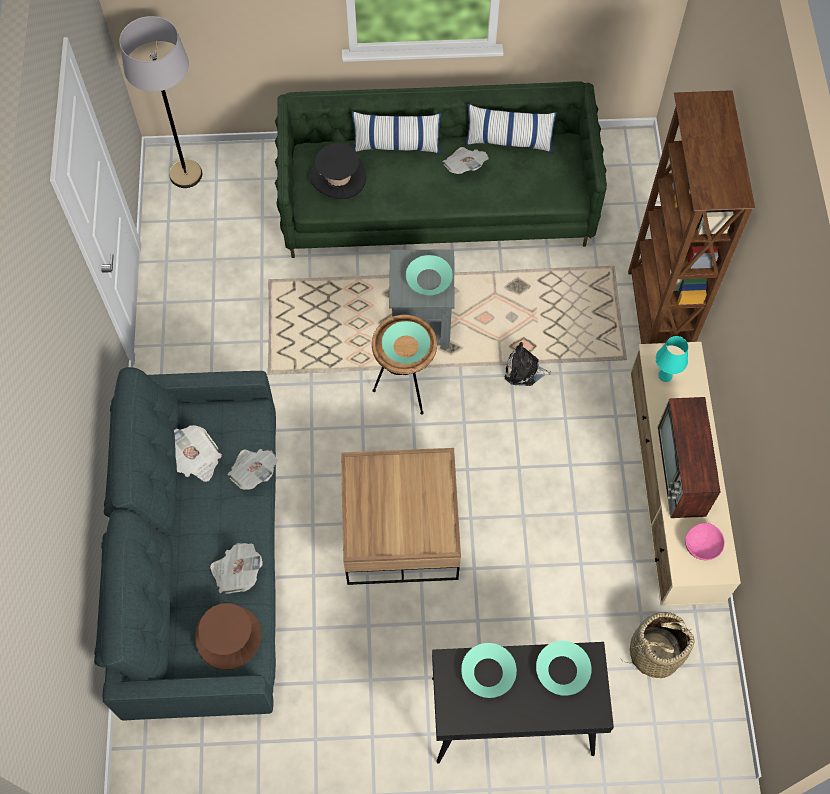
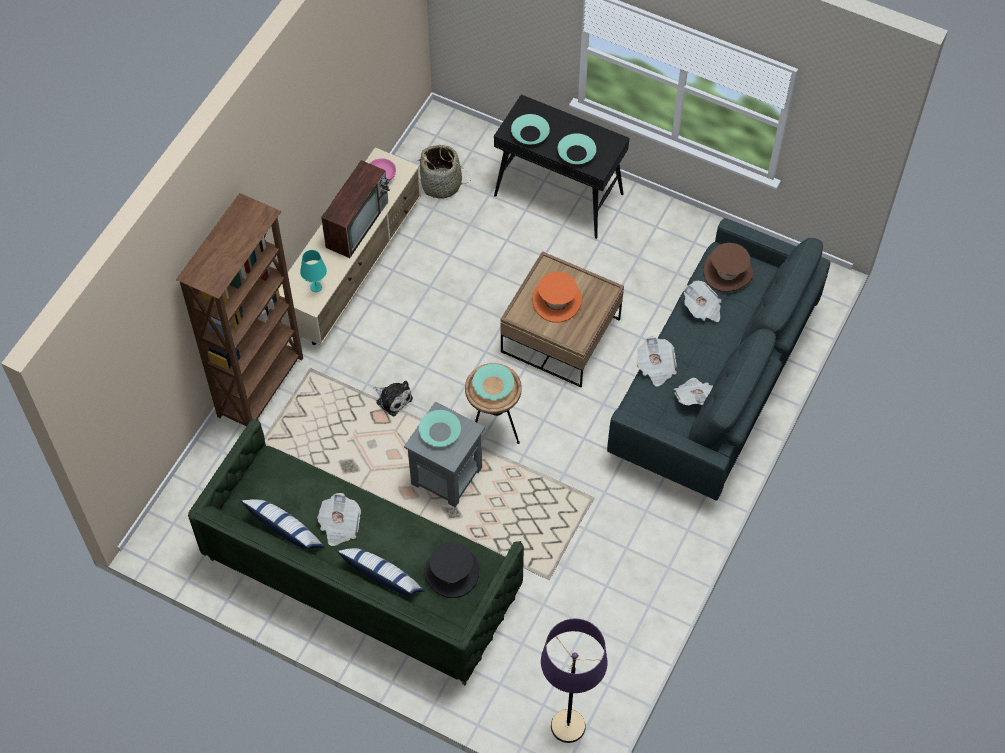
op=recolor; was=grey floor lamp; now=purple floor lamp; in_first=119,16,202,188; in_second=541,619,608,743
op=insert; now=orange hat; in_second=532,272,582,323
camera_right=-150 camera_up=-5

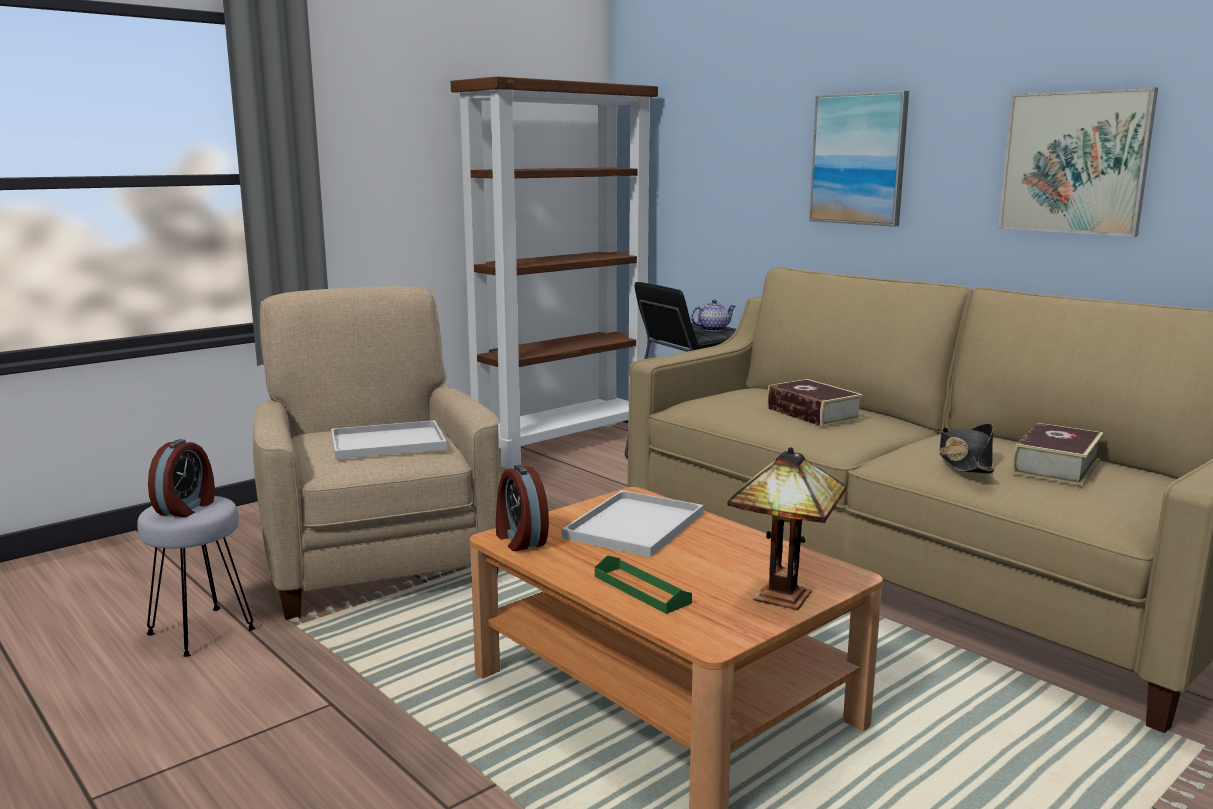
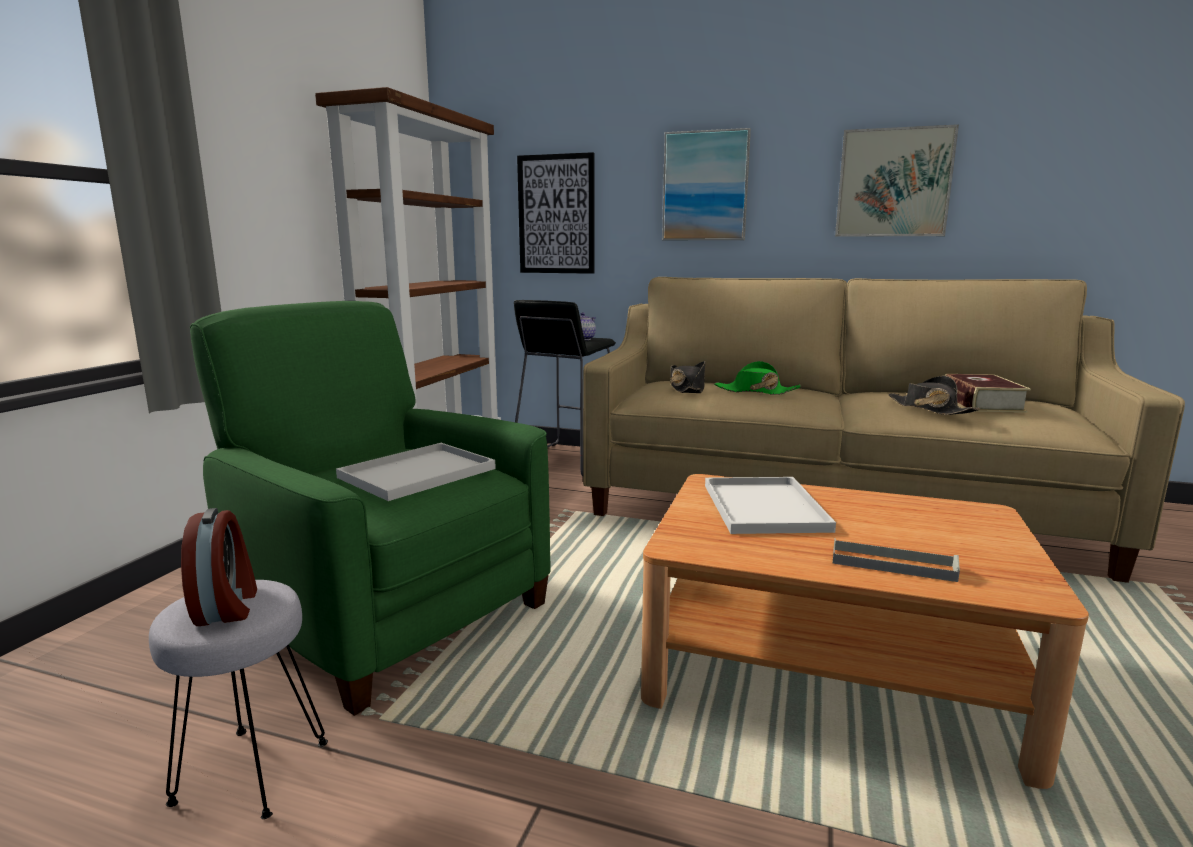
op=recolor; was=beige armchair; now=green armchair; in_first=253,286,499,620; in_second=190,301,551,716
op=replace; was=book; now=green hat; in_first=767,379,863,427; in_second=714,361,802,395
op=delete; was=table lamp; in_first=727,447,846,610
op=delete; was=alarm clock; in_first=496,465,549,551
op=recolor; was=green tray; now=grey tray; in_first=595,555,692,614; in_second=832,538,960,582
op=insert; now=picture; in_second=517,152,595,274
op=insert; now=black hat; in_second=670,361,705,393
camera_right=-30 camera_up=0

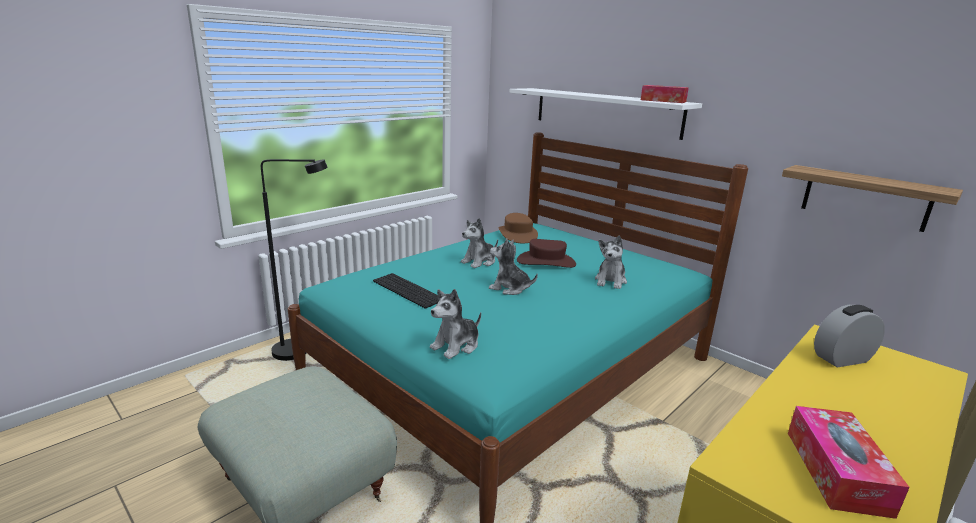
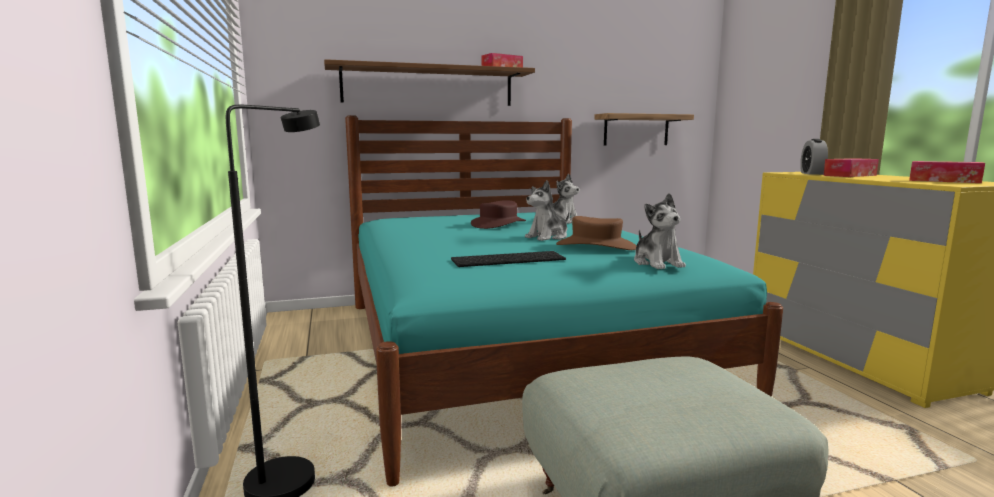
op=recolor; was=white shelf; now=brown shelf; in_first=509,88,702,140; in_second=324,59,535,106
op=move; was=brown hat; in_first=498,213,538,243; in_second=556,216,636,250
op=delete; was=plush toy; in_first=461,218,498,268
op=insert; now=tissue box; in_second=823,158,879,177
camera_right=-60 camera_up=-10

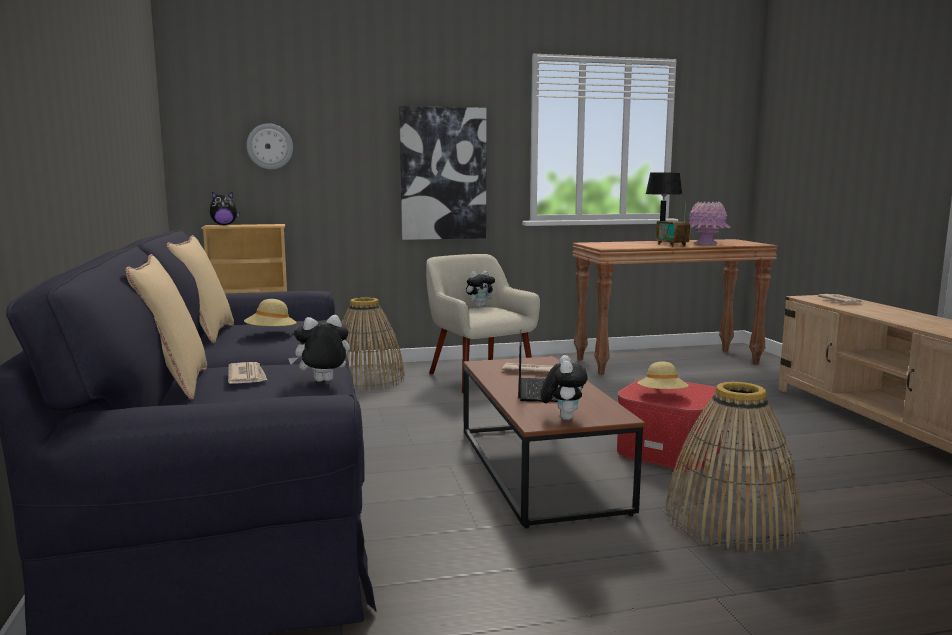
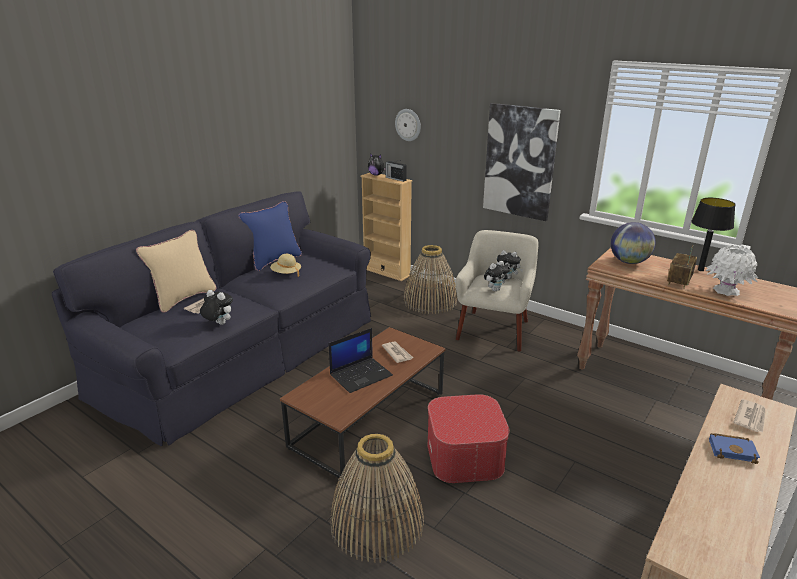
op=recolor; was=pink vase; now=white vase; in_first=689,201,730,245; in_second=706,245,758,296
op=recolor; was=beige pillow; now=blue pillow; in_first=167,235,234,344; in_second=238,201,302,271
op=move; was=plush toy; in_first=541,355,588,420; in_second=484,261,510,291
op=delete; was=beige hat; in_first=638,362,689,389
op=insert; now=radio; in_second=385,160,407,182
op=insert; now=globe; in_second=611,222,656,264
op=insert; now=blue book; in_second=709,433,760,464
camera_right=50 camera_up=15

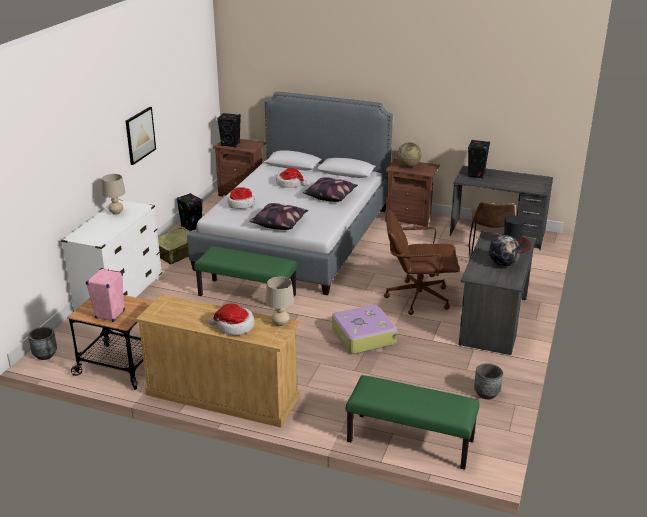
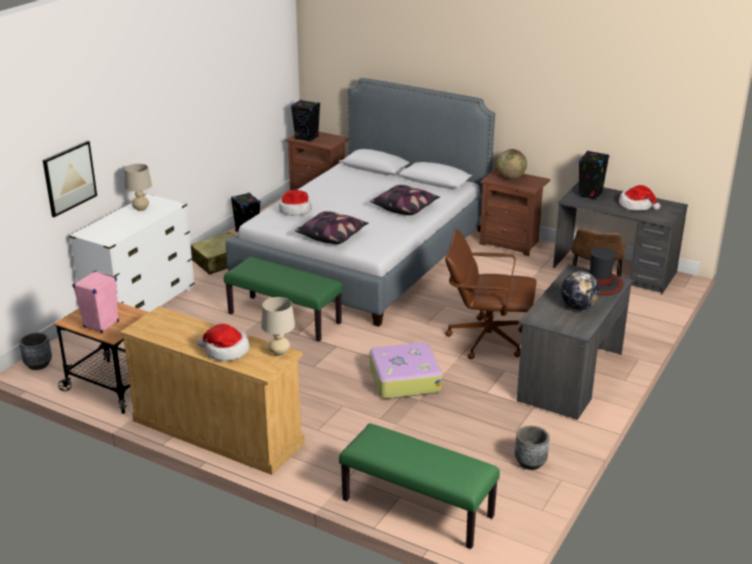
op=move; was=picture; in_first=126,107,156,165; in_second=43,141,97,217
op=move; was=hat; in_first=276,168,307,188; in_second=619,185,661,211
camera_right=10 camera_up=0

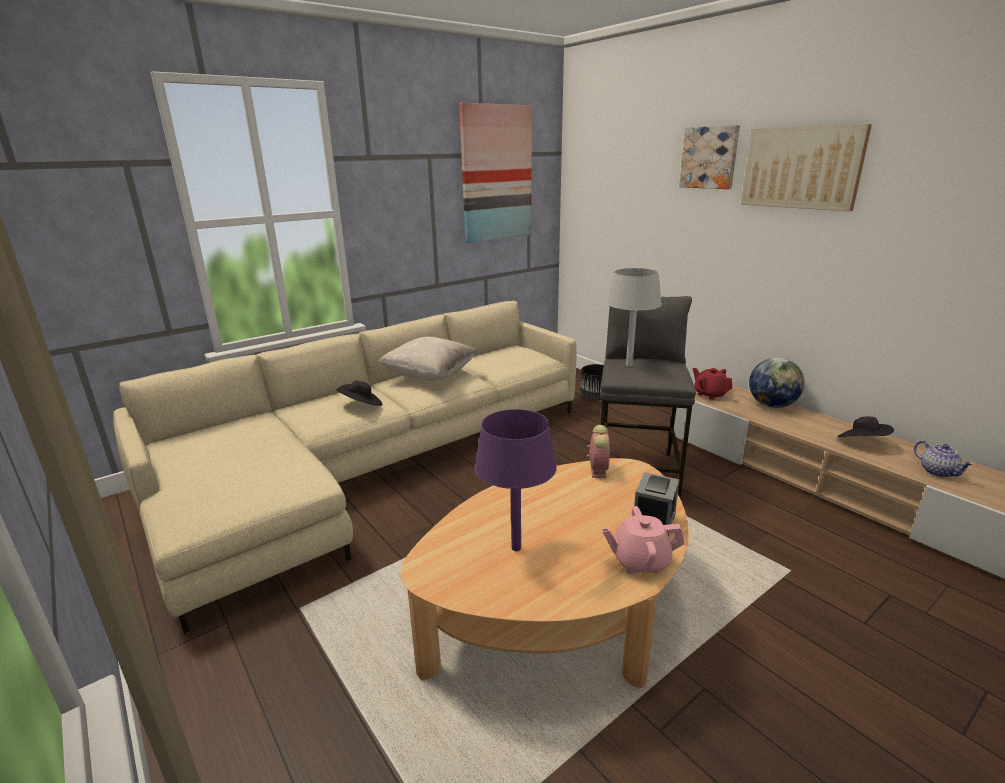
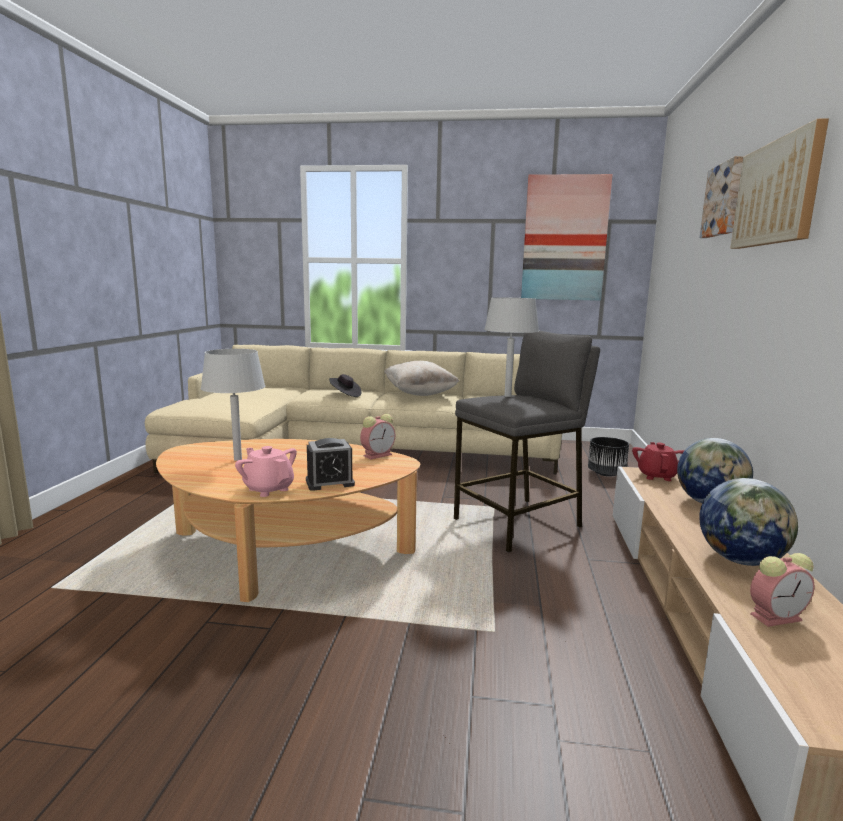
op=recolor; was=purple table lamp; now=grey table lamp; in_first=475,409,557,551; in_second=201,349,265,461
op=replace; was=black hat; now=globe; in_first=838,417,894,437; in_second=699,478,798,566
op=replace; was=teapot; now=alarm clock; in_first=914,441,974,477; in_second=750,553,814,627
camera_right=45 camera_up=-10

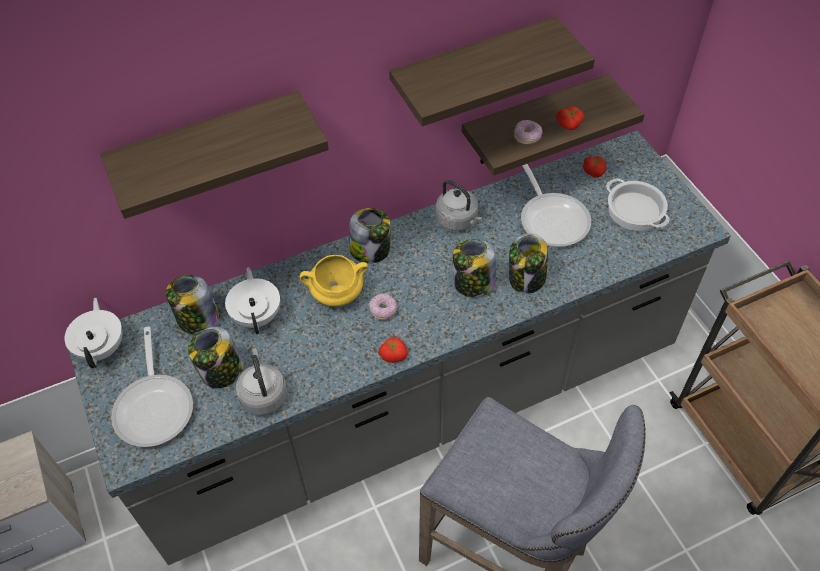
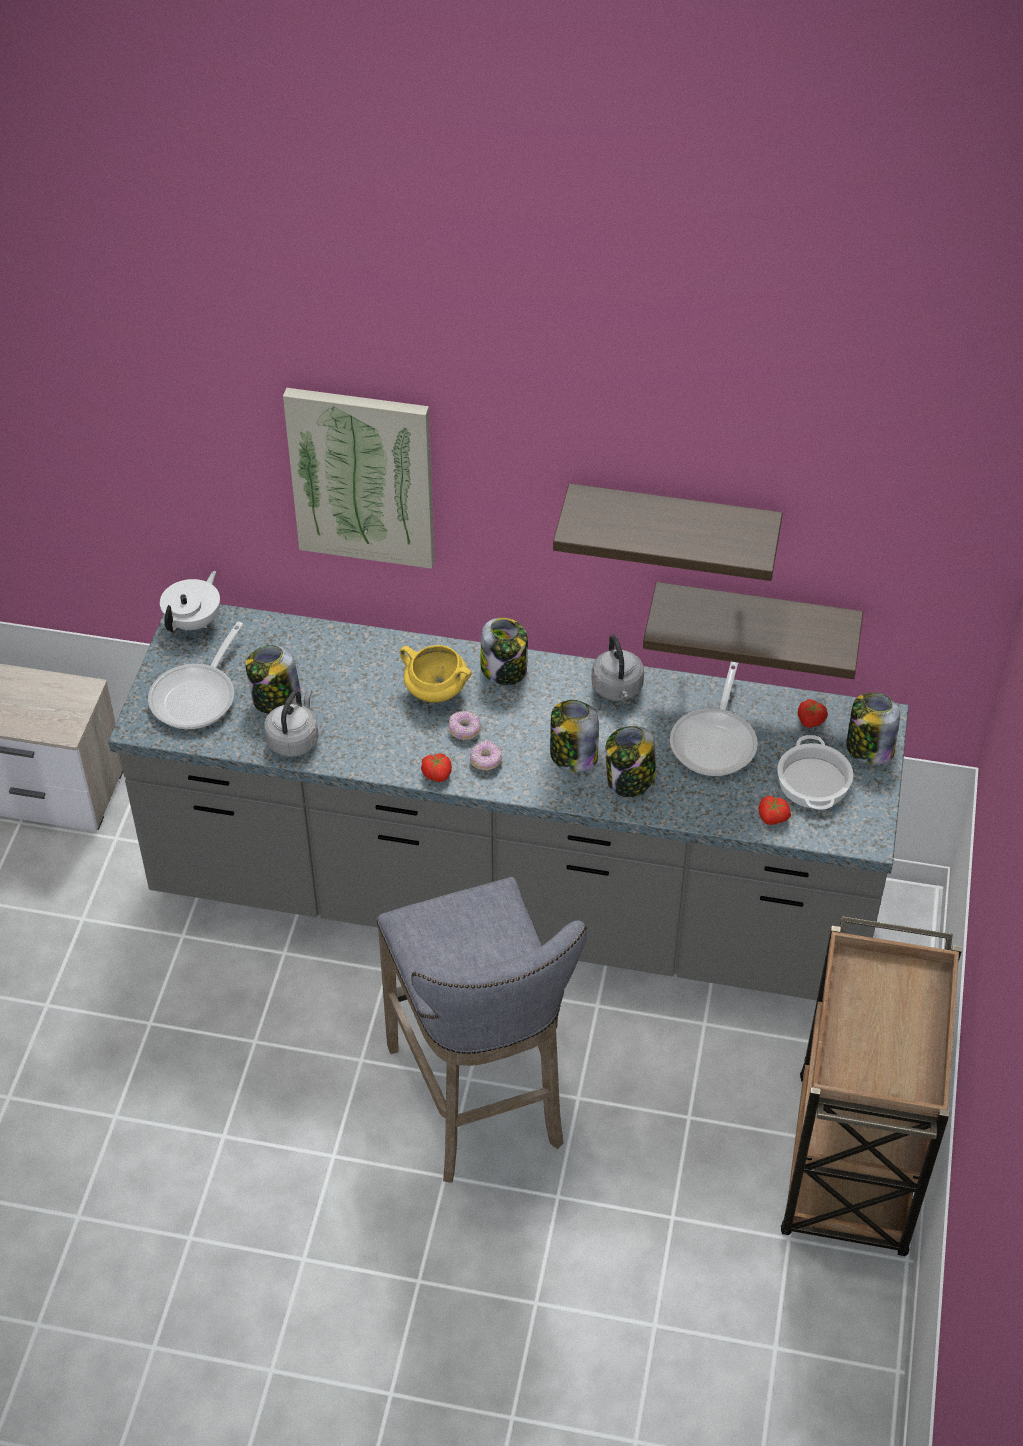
op=replace; was=shelf; now=picture; in_first=100,91,329,219; in_second=283,388,435,569
op=move; was=tomato; in_first=556,106,584,130; in_second=758,796,791,825
op=move; was=donut; in_first=514,120,542,144; in_second=470,740,502,770
op=delete; was=white teapot; in_first=225,267,280,334
op=move; was=jar; in_first=166,275,220,334; in_second=846,693,900,765
camera_right=35 camera_up=-5

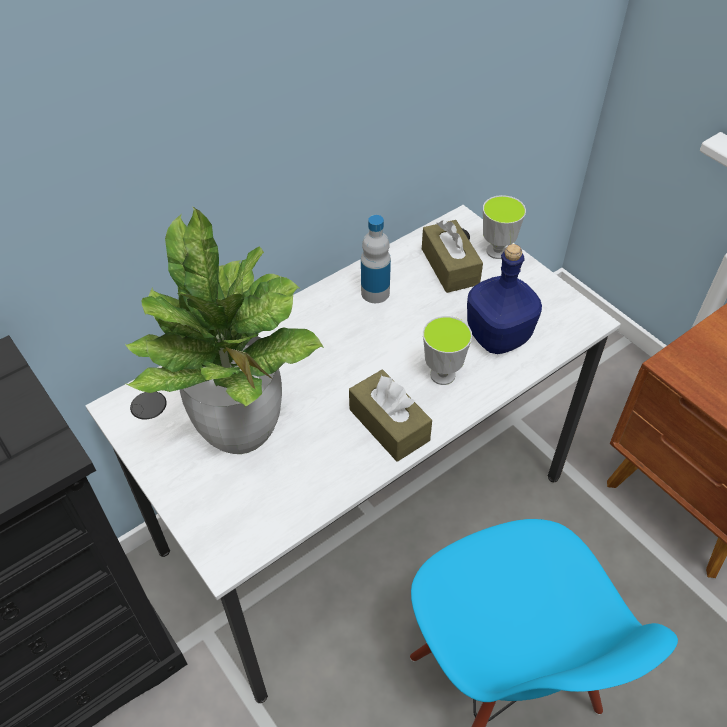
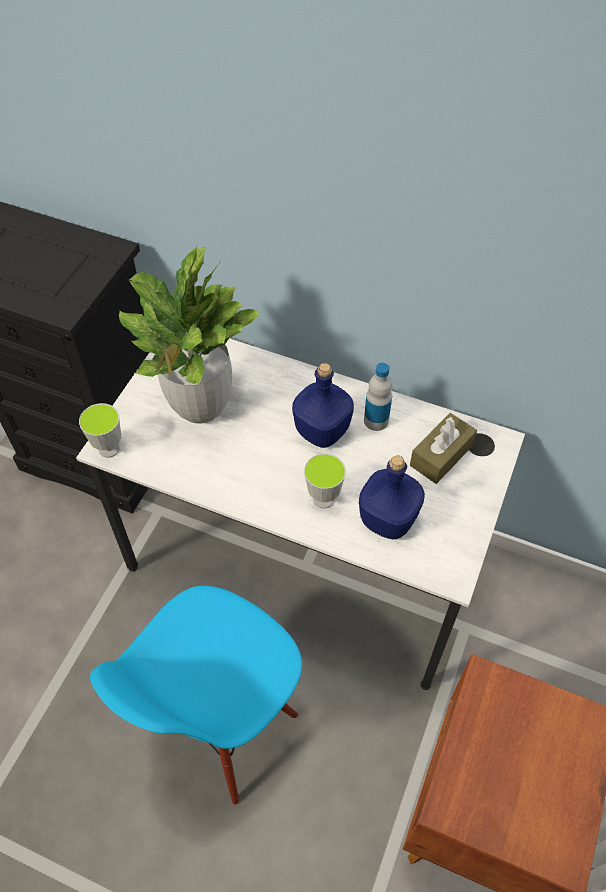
op=move; was=cup; in_first=483,195,526,259; in_second=79,403,121,458
op=delete; was=brown tissue box; in_first=349,370,432,462
op=insert; now=blue bottle; in_second=292,363,354,448
camera_right=60 camera_up=5

